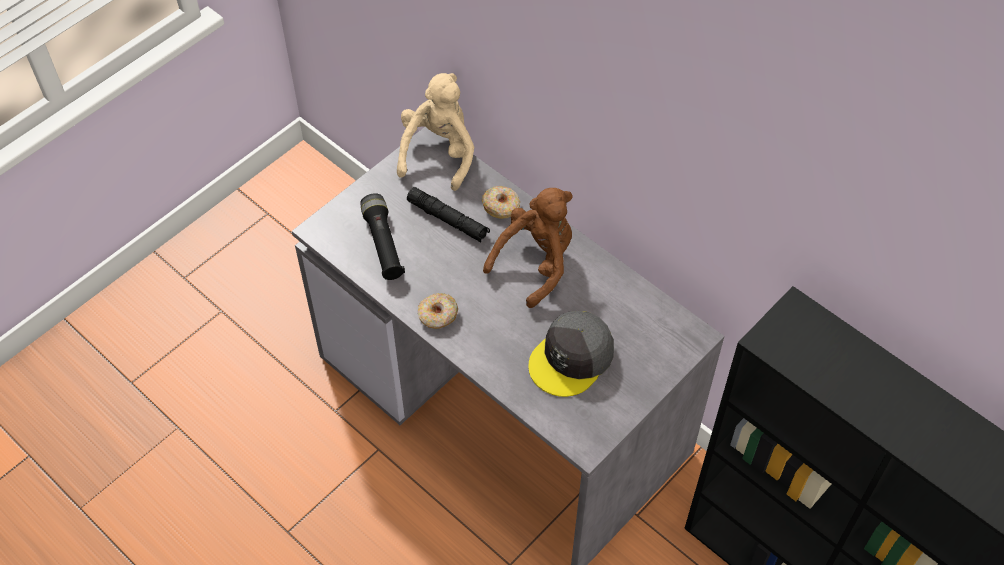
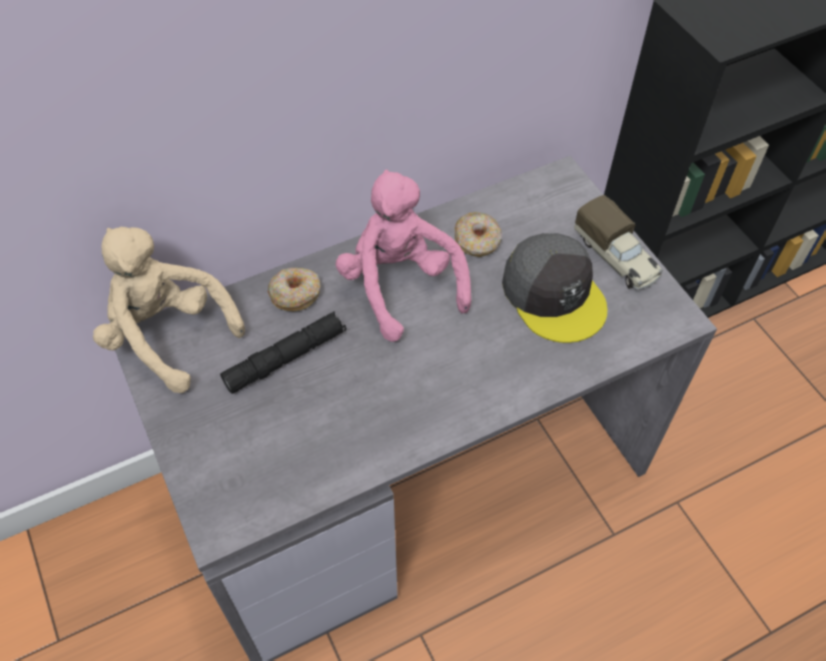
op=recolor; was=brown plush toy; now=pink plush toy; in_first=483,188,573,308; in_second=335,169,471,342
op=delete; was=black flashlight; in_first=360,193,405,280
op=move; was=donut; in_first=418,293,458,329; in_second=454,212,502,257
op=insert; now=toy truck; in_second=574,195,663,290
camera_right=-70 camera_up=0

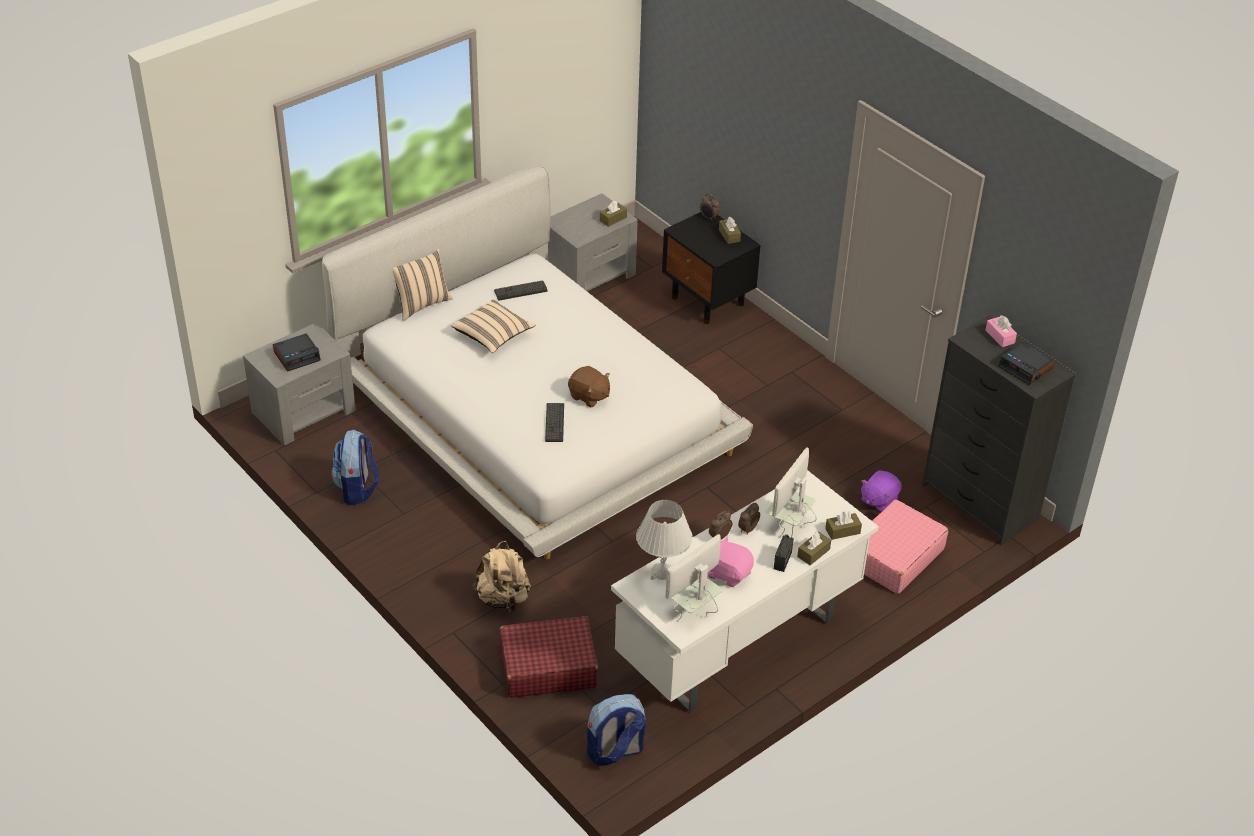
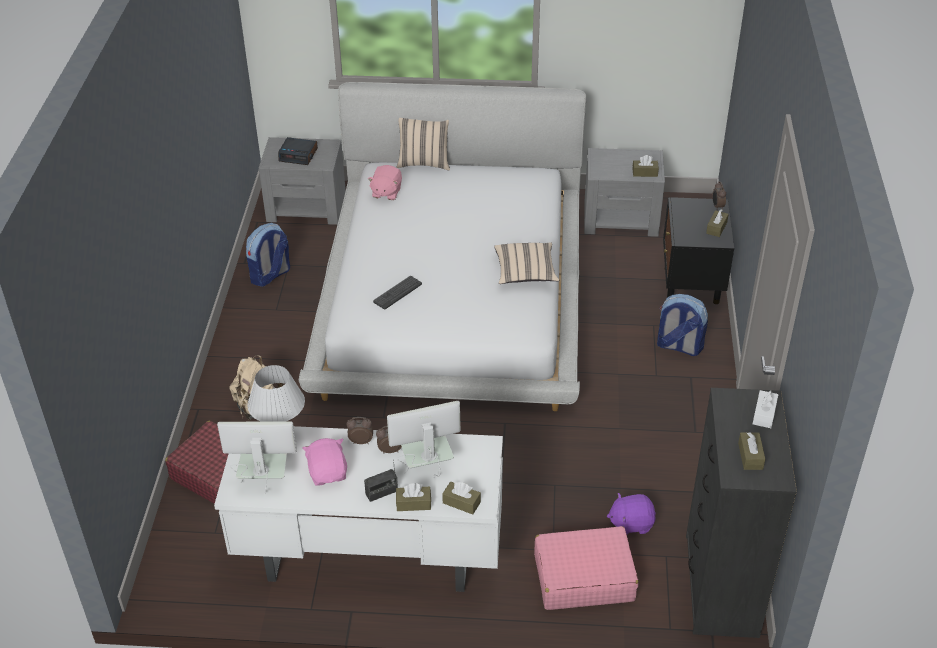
op=delete; was=keyboard; in_first=494,280,548,300
op=move; was=beige pillow; in_first=451,299,536,353; in_second=494,242,559,284
op=recolor; was=pink tissue box; now=white tissue box; in_first=986,315,1017,347; in_second=753,390,779,428
op=replace; was=alarm clock; now=brown tissue box; in_first=998,342,1055,385; in_second=738,432,765,470
op=delete; was=brown plush toy; in_first=568,366,610,407
op=move; was=backpack; in_first=587,694,646,766; in_second=657,294,708,356
op=insert; now=pink plush toy; in_second=368,165,402,200
camera_right=45 camera_up=0

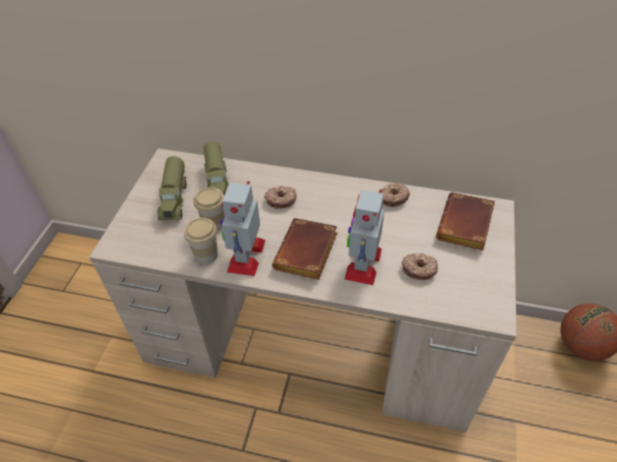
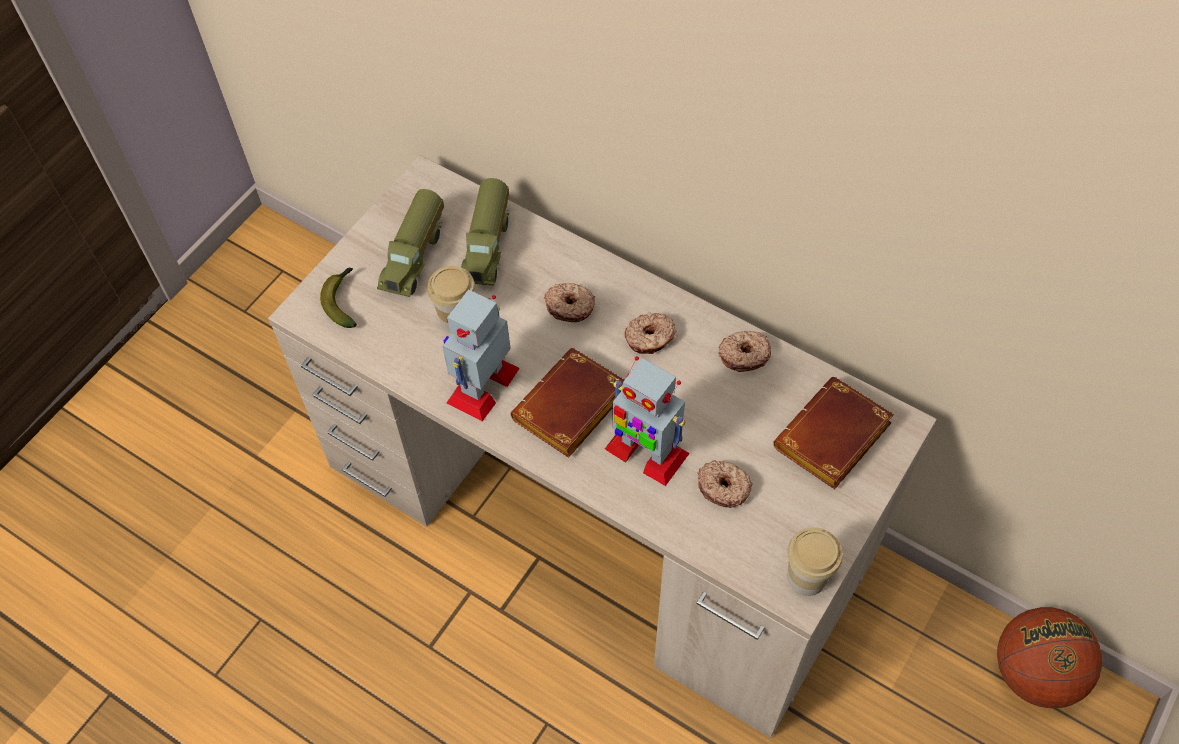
op=rotate; was=toy robot; in_first=344,189,384,285; in_second=605,356,690,486; clockwise=-90
op=move; was=cup; in_first=184,218,218,264; in_second=787,527,843,596
op=insert; now=banana; in_second=320,268,357,328
op=insert; now=donut; in_second=625,313,676,354
camera_right=20 camera_up=10

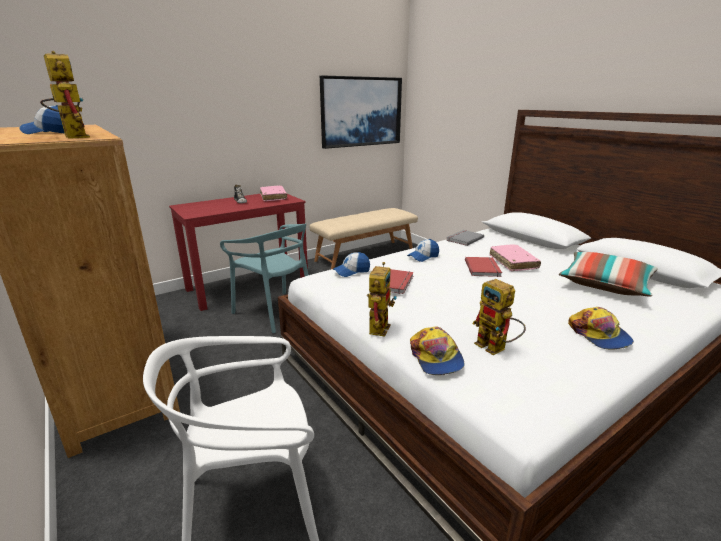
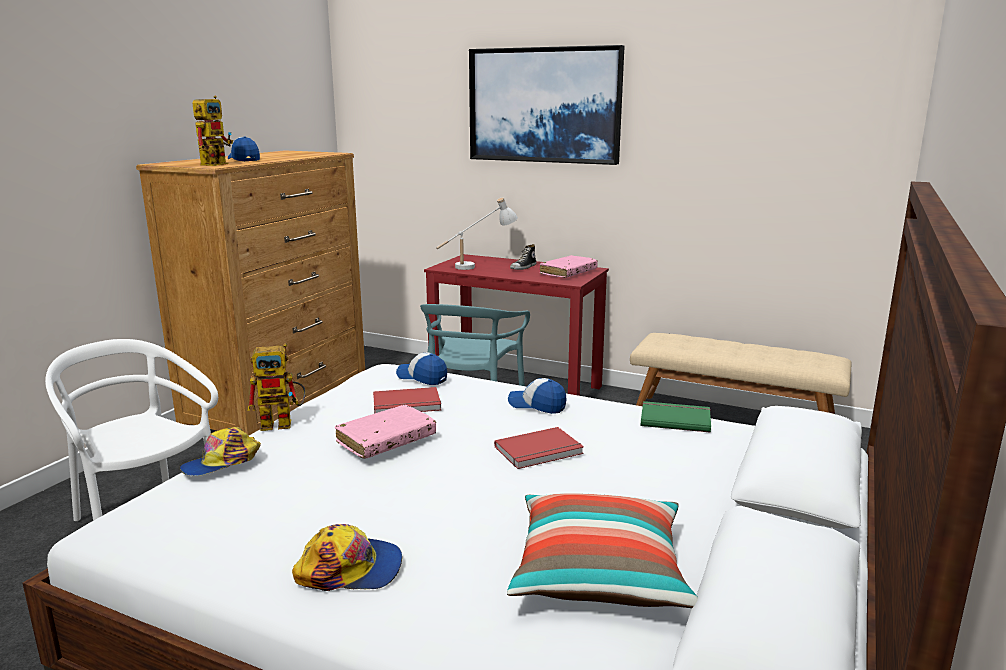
op=move; was=picture; in_first=320,75,402,149; in_second=469,45,625,165
op=recolor; was=grey book; now=green book; in_first=446,230,484,246; in_second=641,401,711,433
op=move; was=pink book; in_first=489,244,541,271; in_second=335,405,436,459
op=delete; was=toy robot; in_first=472,279,526,355
op=rotate; was=cap; in_first=568,307,634,350; in_second=292,524,402,591; clockwise=-135
op=insert; now=white table lamp; in_second=436,197,518,270
camera_right=60 camera_up=-5

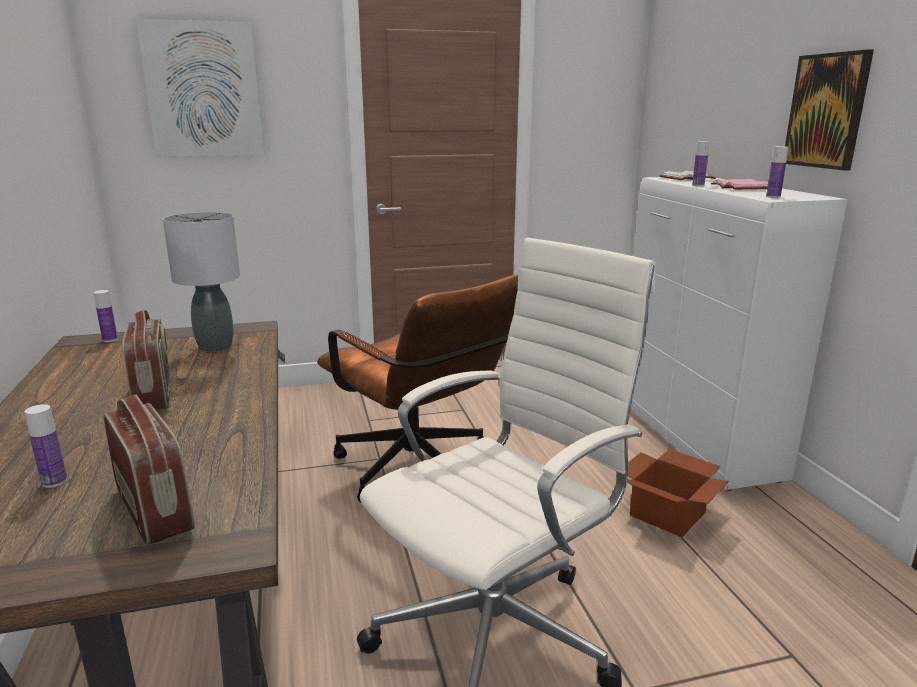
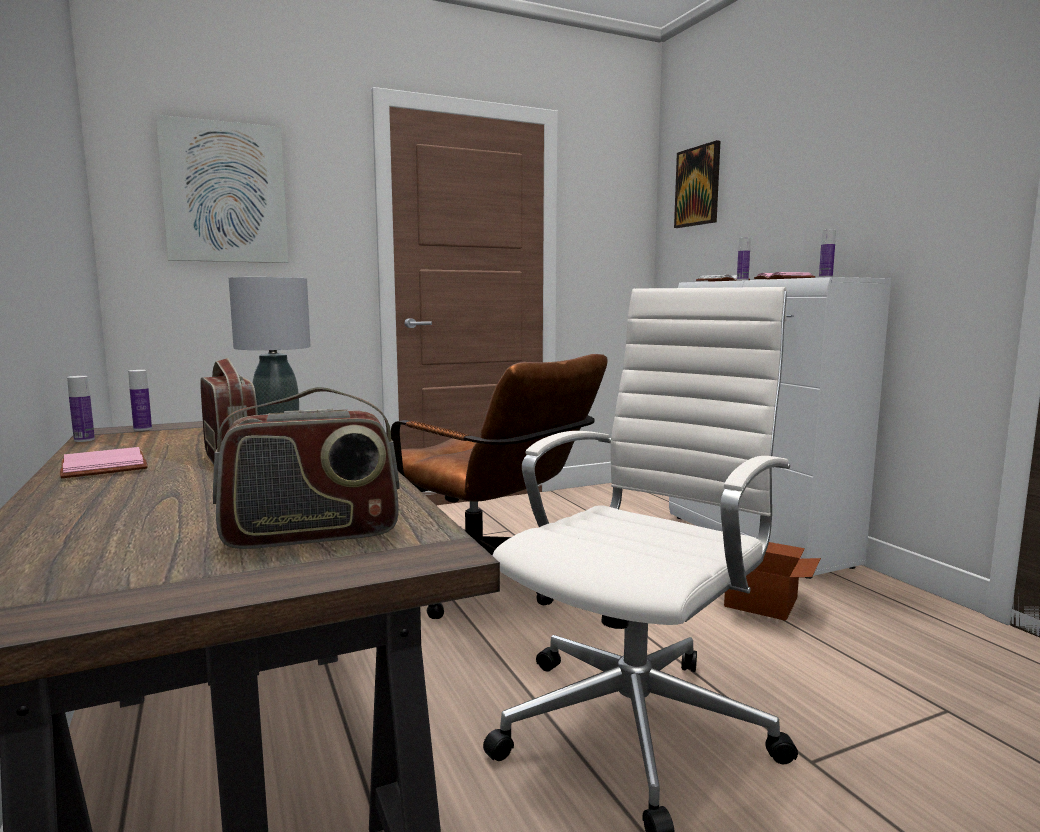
op=move; was=picture; in_first=785,49,874,171; in_second=674,140,720,228
op=rotate; was=radio; in_first=103,395,195,546; in_second=213,387,400,549; clockwise=120
op=move; was=bottle; in_first=25,404,67,488; in_second=67,376,95,442
op=insert; now=pink book; in_second=60,447,148,478
camera_right=-10 camera_up=-10

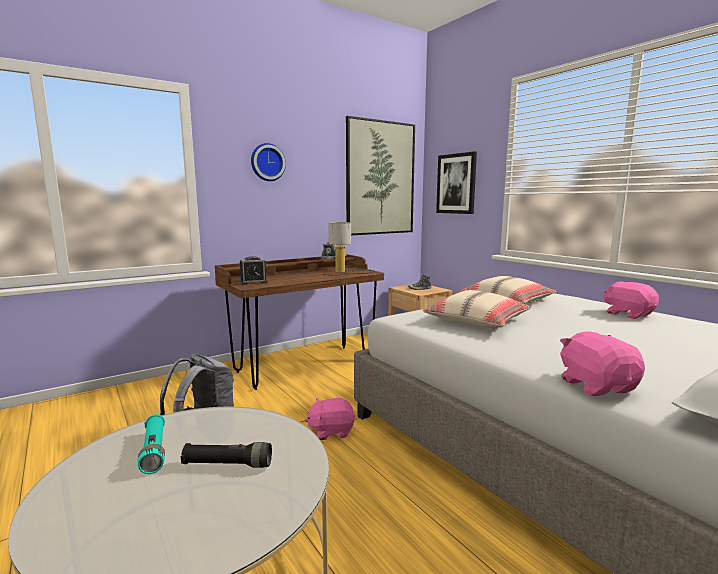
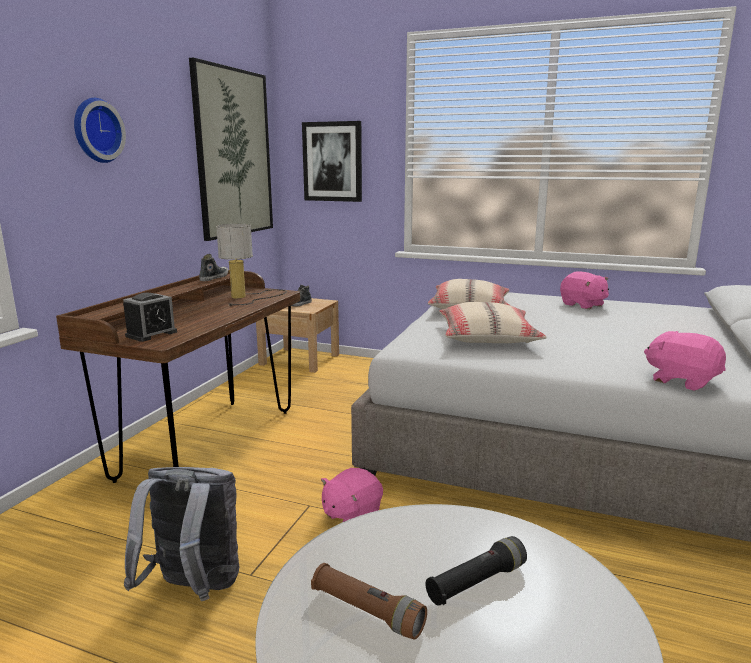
op=rotate; was=pink plush toy; in_first=603,281,659,319; in_second=560,271,609,309; clockwise=-150
op=recolor; was=turquoise flashlight; now=brown flashlight; in_first=138,414,165,474; in_second=311,563,427,640
camera_right=-35 camera_up=5

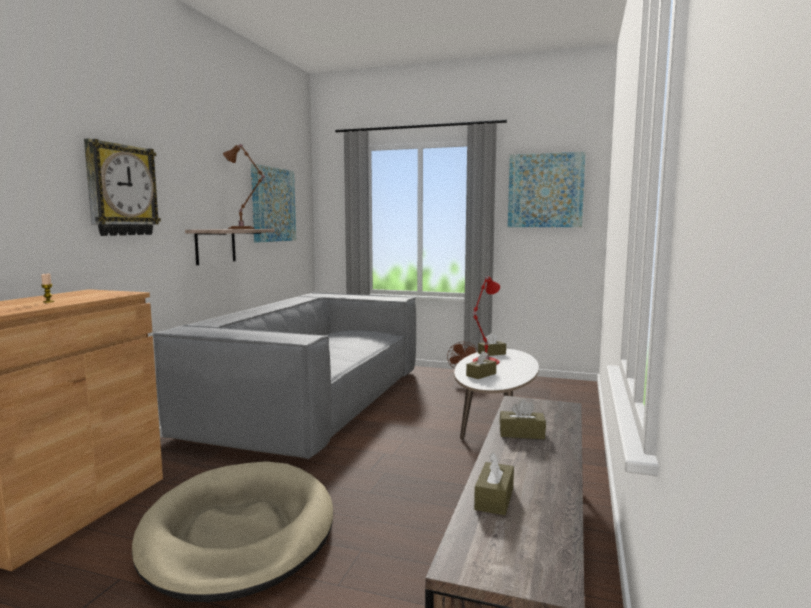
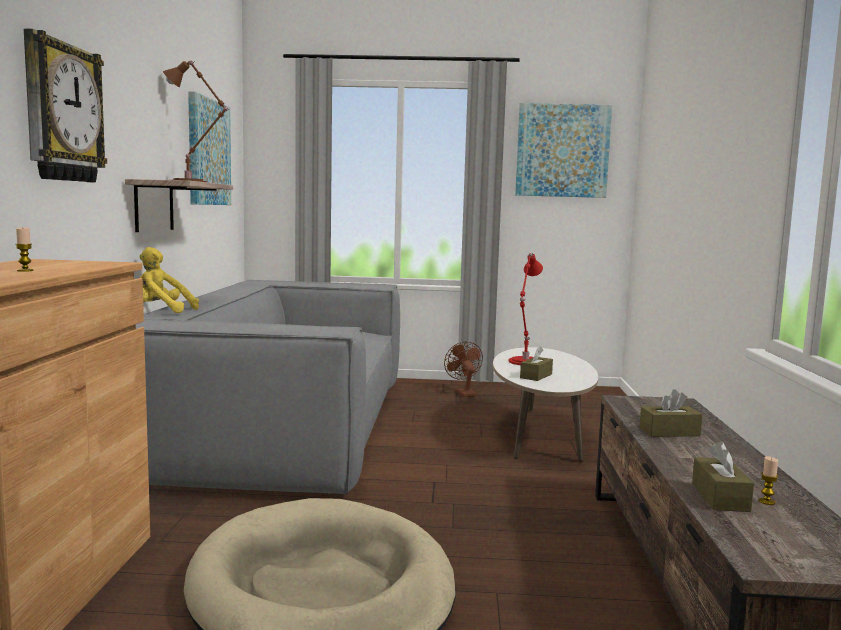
op=delete; was=brown tissue box; in_first=478,333,506,356
op=insert; now=yellow plush toy; in_second=139,247,199,313
op=insert; now=candle; in_second=759,456,779,505
camera_right=-15 camera_up=0

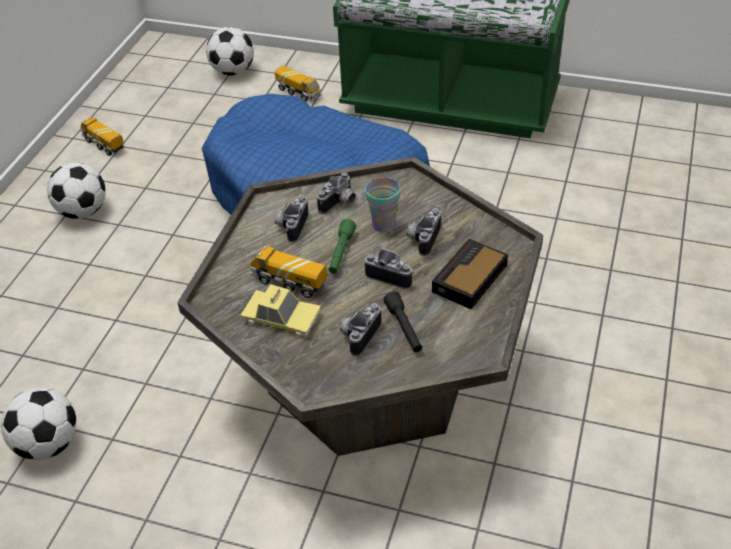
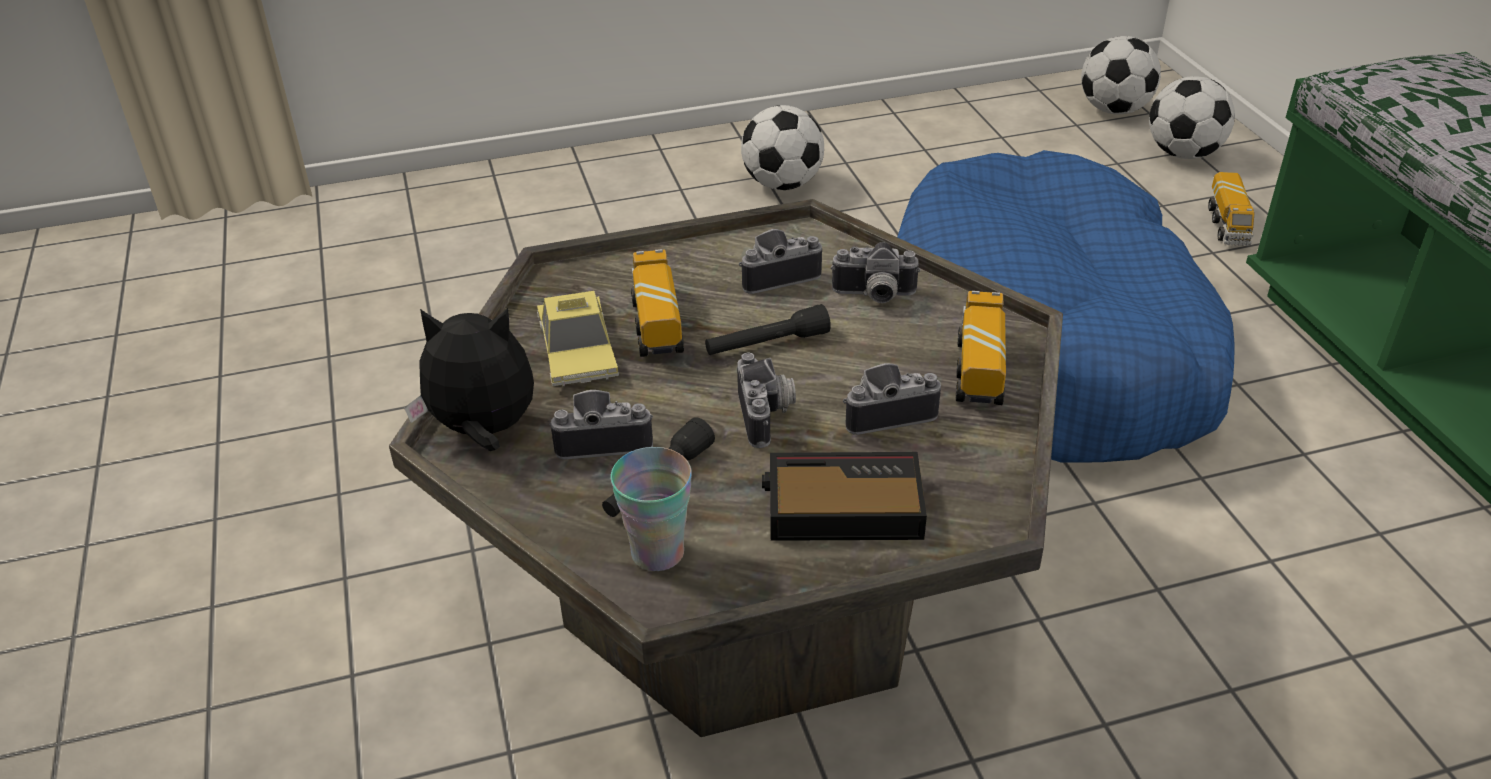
op=move; was=toy truck; in_first=80,117,124,156; in_second=956,291,1006,405
op=move; was=cup; in_first=365,177,400,232; in_second=611,447,692,571
op=recolor; was=green flashlight; now=black flashlight; in_first=328,219,356,274; in_second=705,304,831,355
op=move; was=football; in_first=1,388,77,460; in_second=1081,36,1161,115
op=insert; now=plush toy; in_second=404,308,534,451
camera_right=55 camera_up=-5

